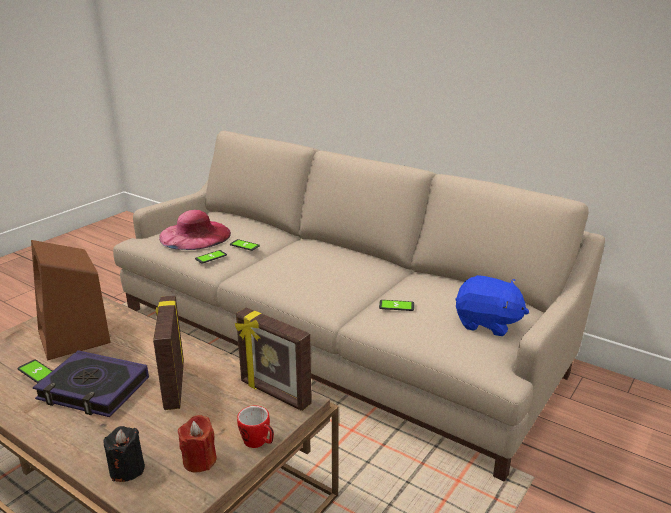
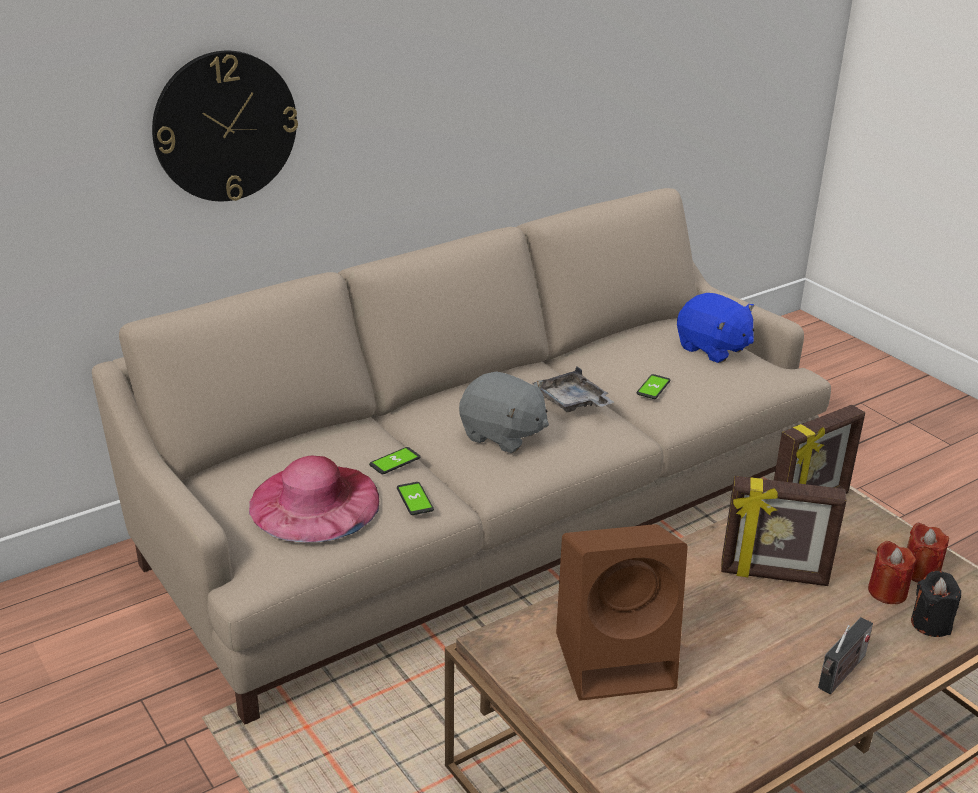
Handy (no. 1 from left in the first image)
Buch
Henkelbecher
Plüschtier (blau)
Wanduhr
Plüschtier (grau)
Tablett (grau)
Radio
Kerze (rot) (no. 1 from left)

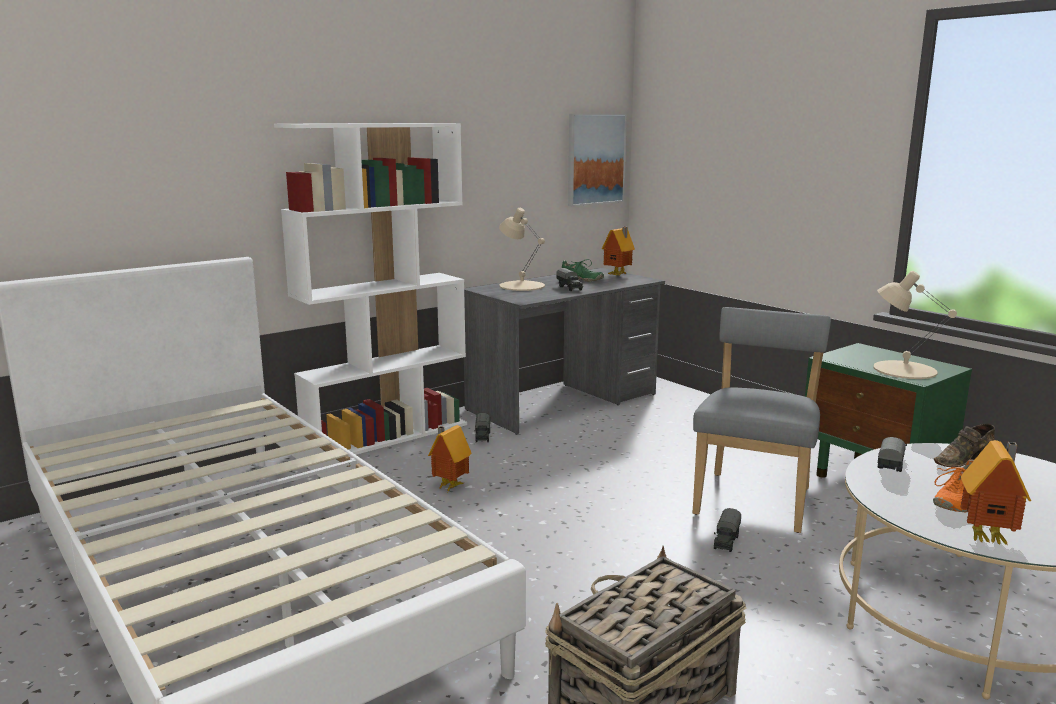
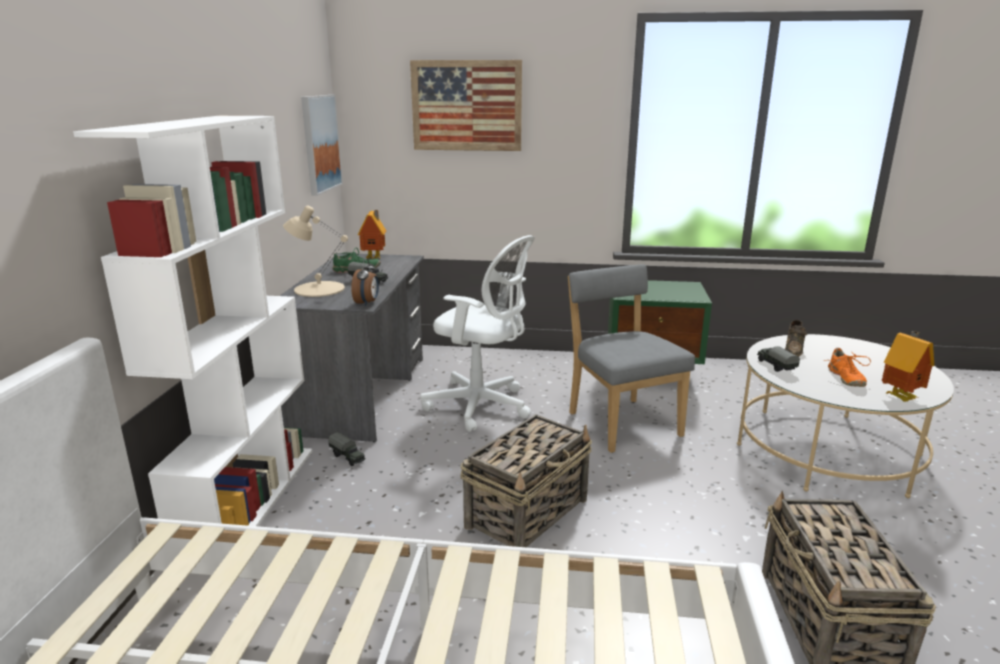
Spielzeughaus (no. 1 from left in the first image)
Spielzeuglaster (no. 3 from left in the first image)
Tischlampe (beige) (no. 2 from left in the first image)
Wecker
Bild (no. 2 from left)
Bürostuhl (weiß)
Korb (no. 1 from left)

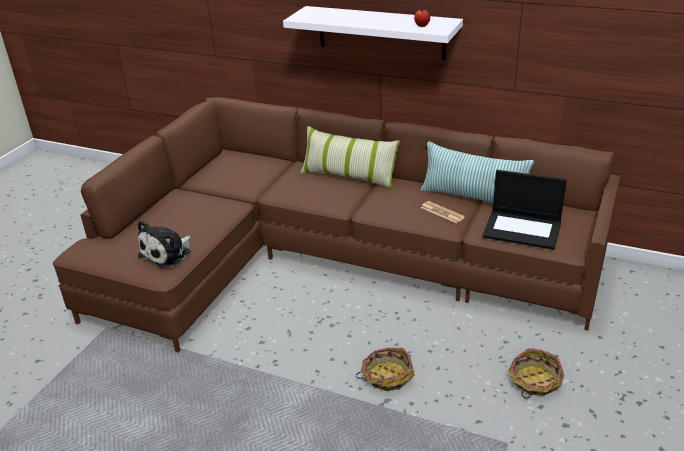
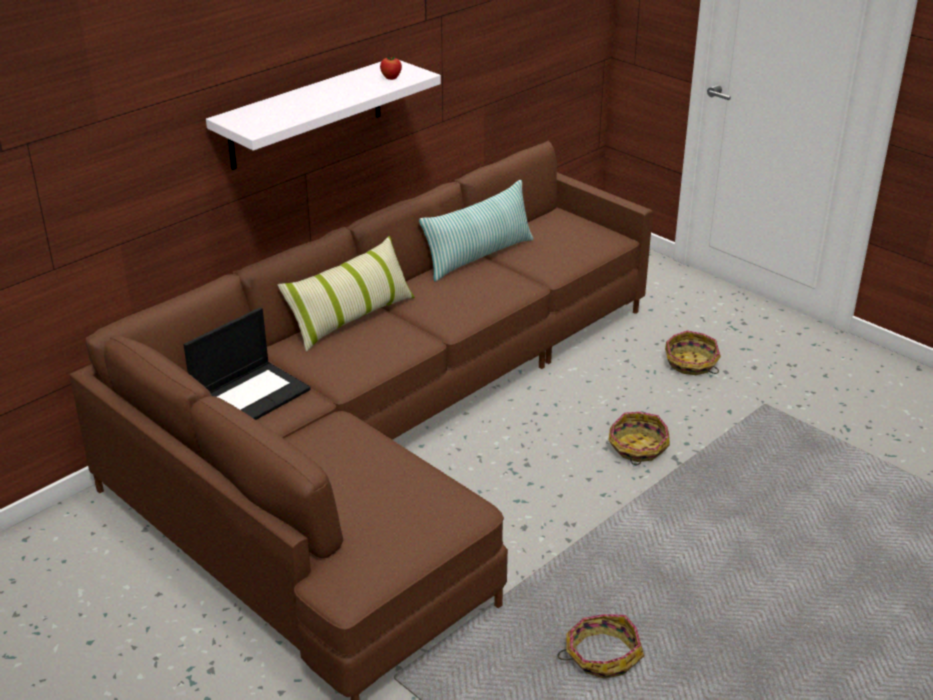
Plüschtier
Zeitung
Laptop
Korb (no. 1 from left)

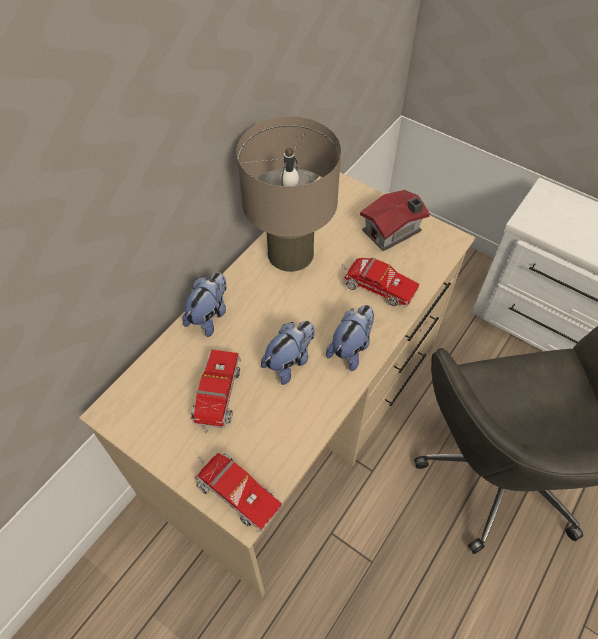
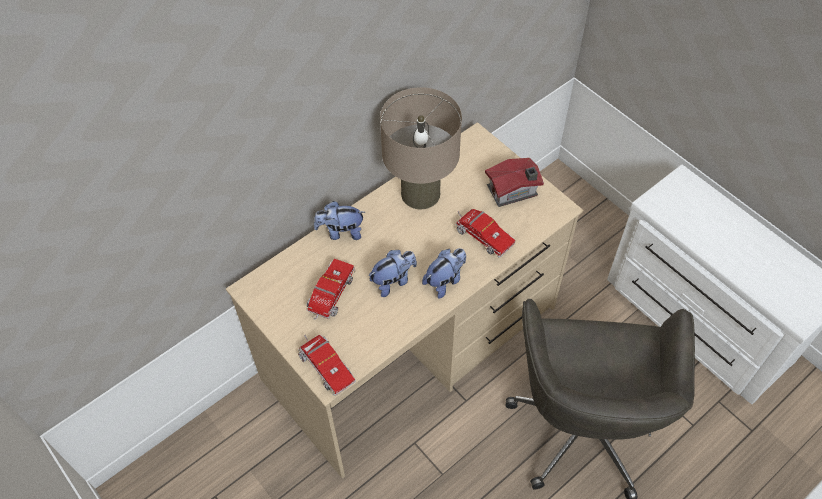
Plüschtier (no. 1 from left)

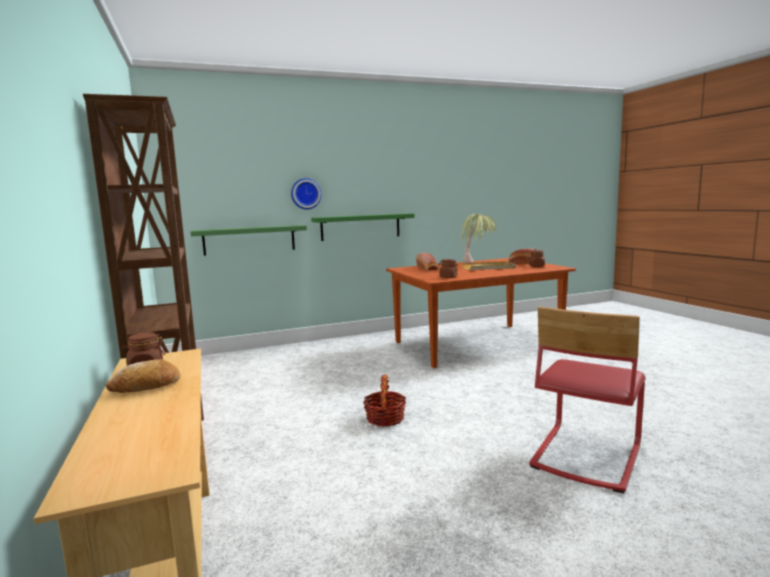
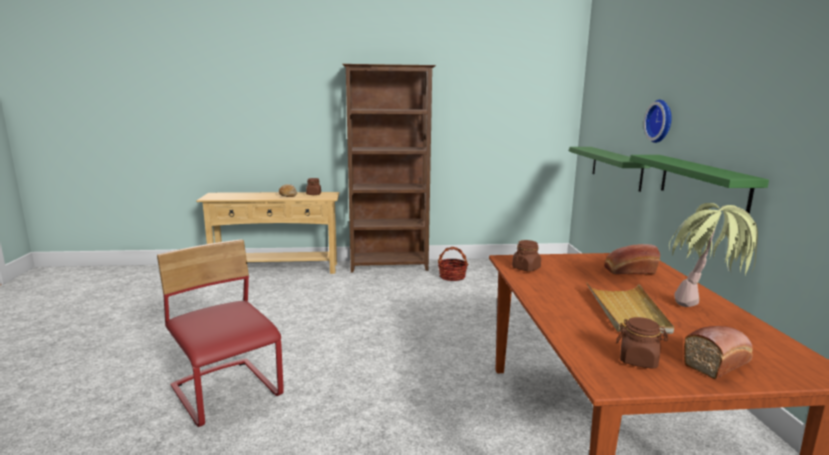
Korb

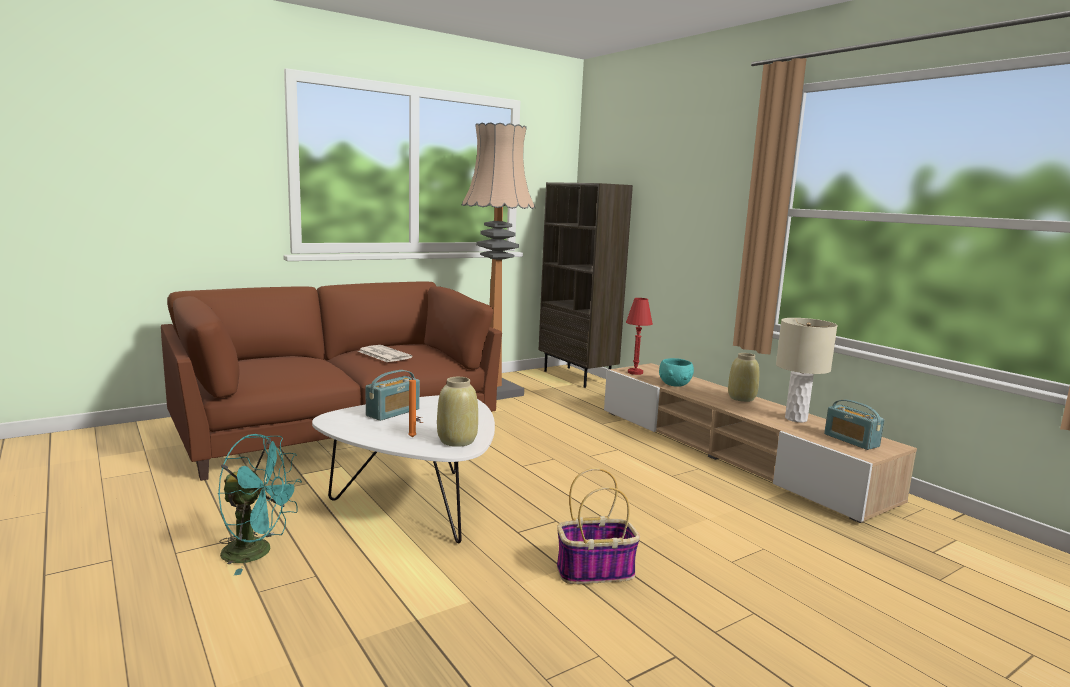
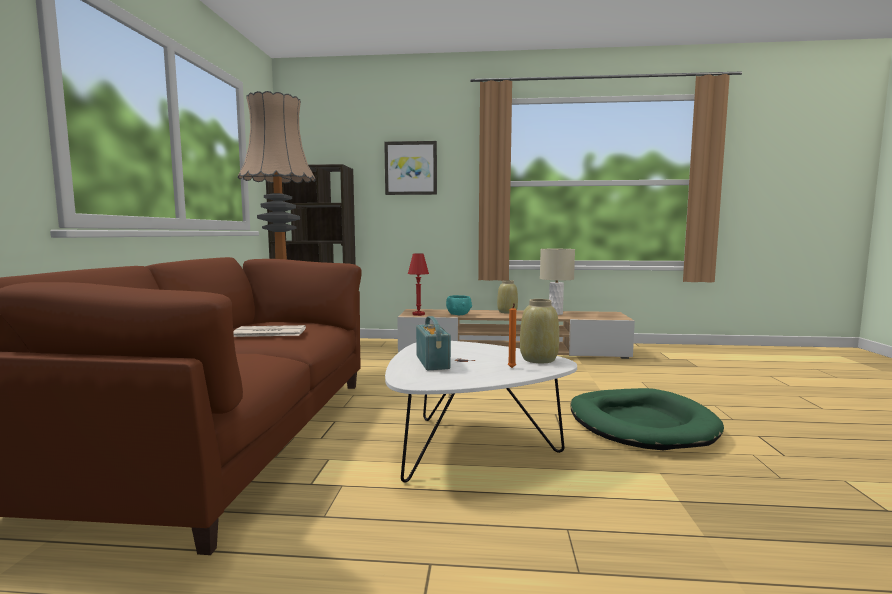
Ventilator (türkis)
Hundebett (grün)
Radio (no. 2 from left in the first image)
Bild

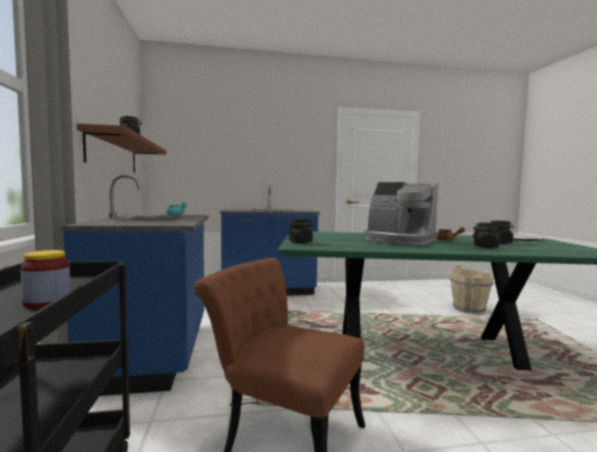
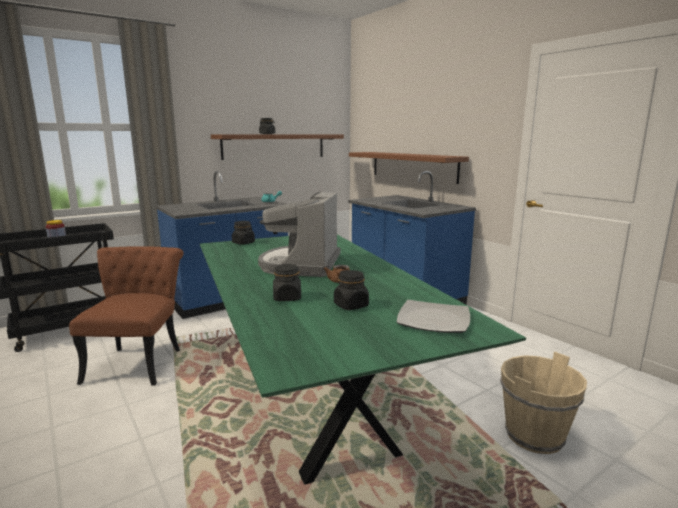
Wandregal (braun) (no. 2 from left)

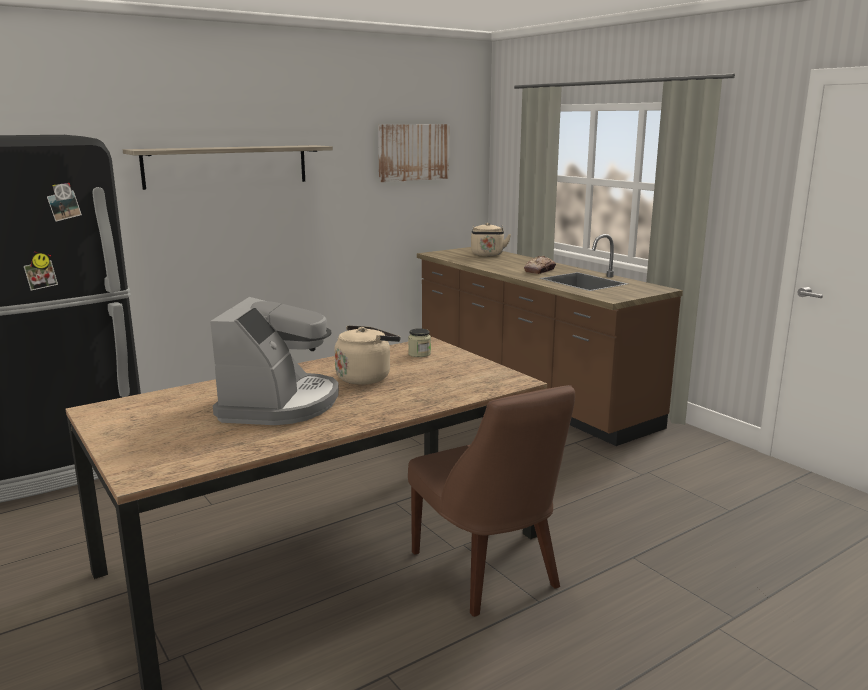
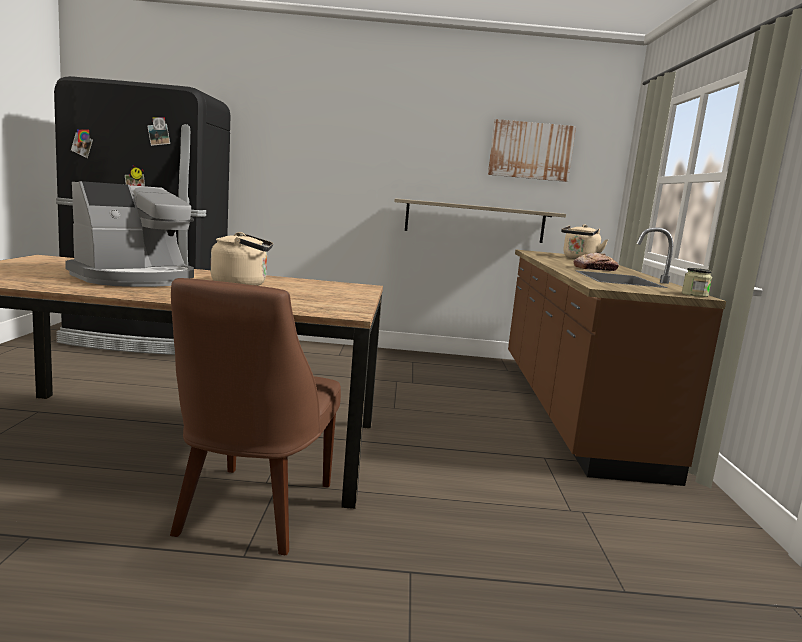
Wandregal
Vorratsglas

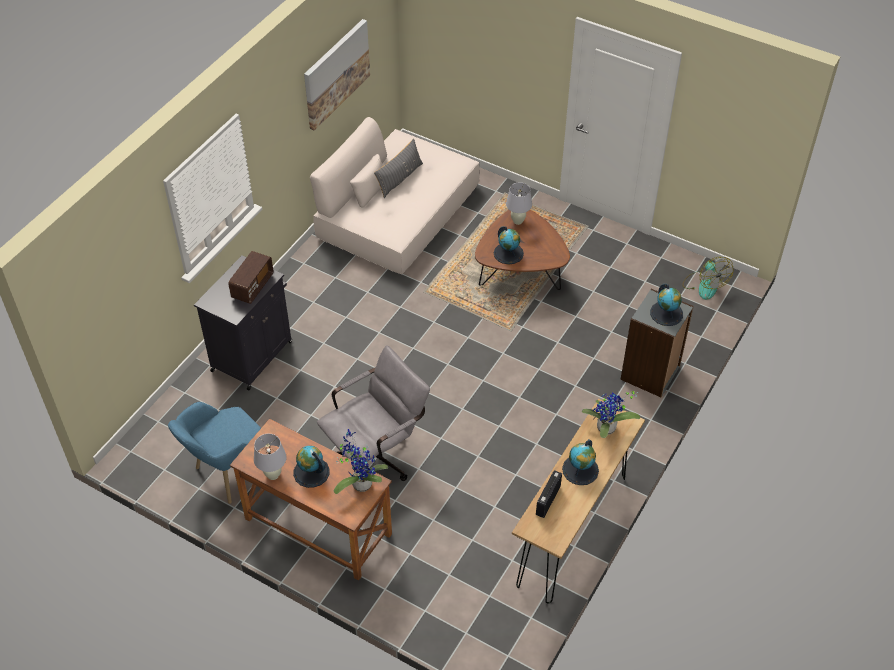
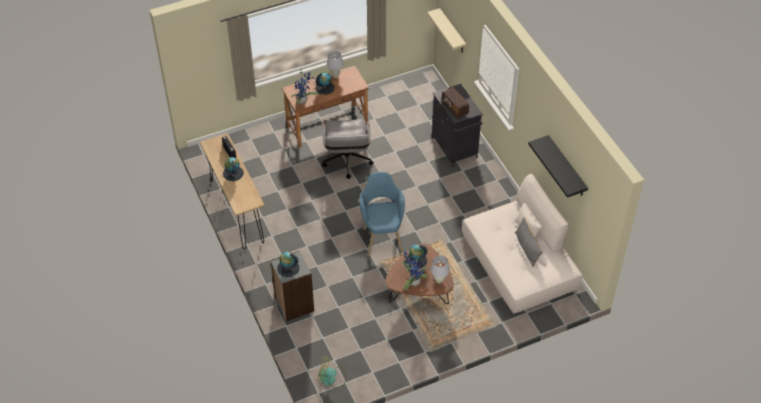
Sessel (blau)
Wandregal (schwarz)
Topfpflanze (no. 2 from left)
Wandregal (beige)

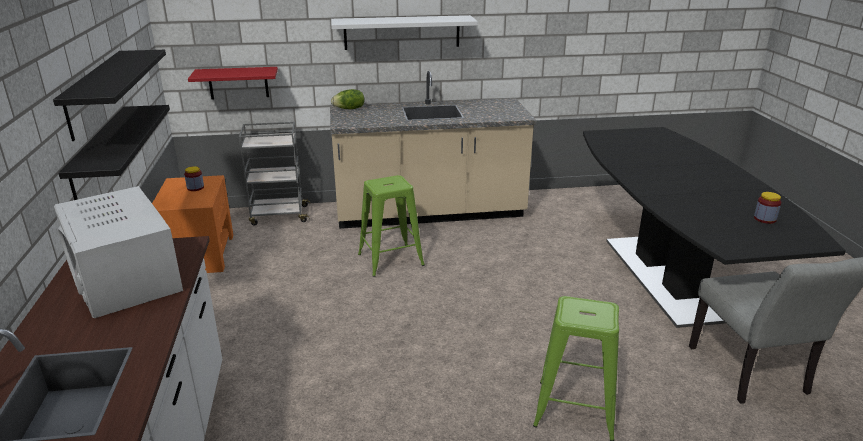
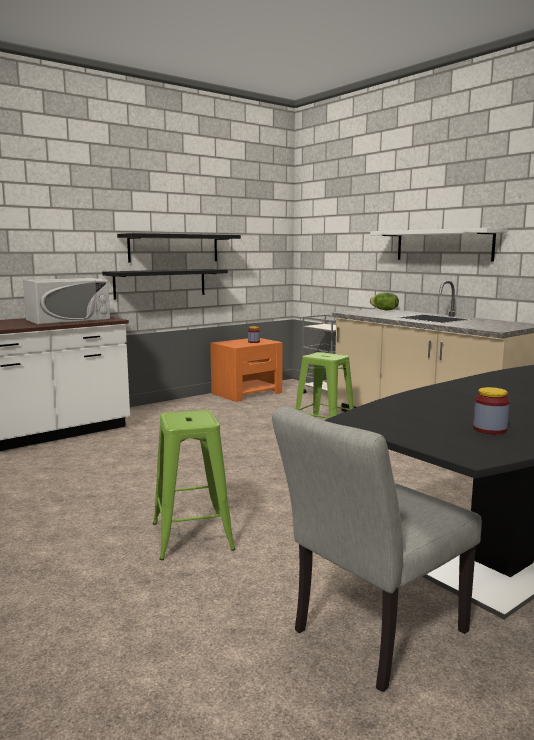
Mikrowelle (weiß)
Wandregal (rot)

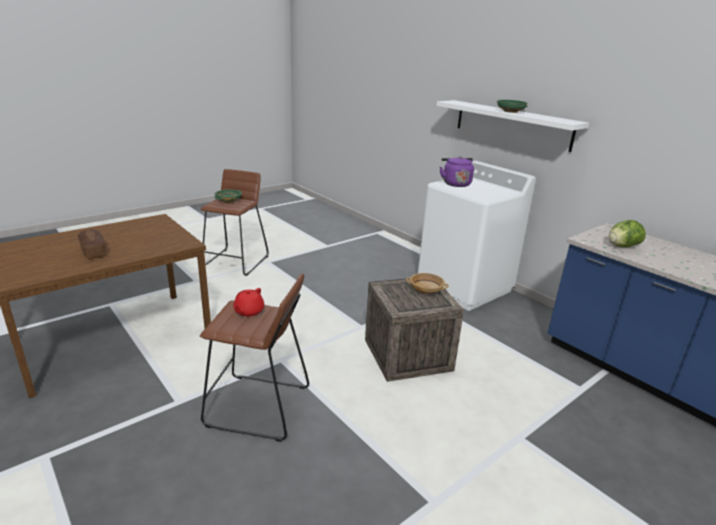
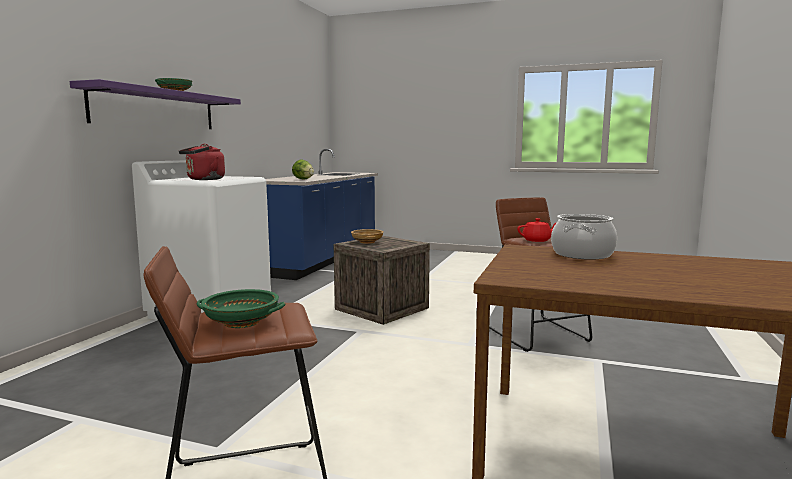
Brot
Wandregal (lila)
Wasserkessel (rot)
Kochtopf

